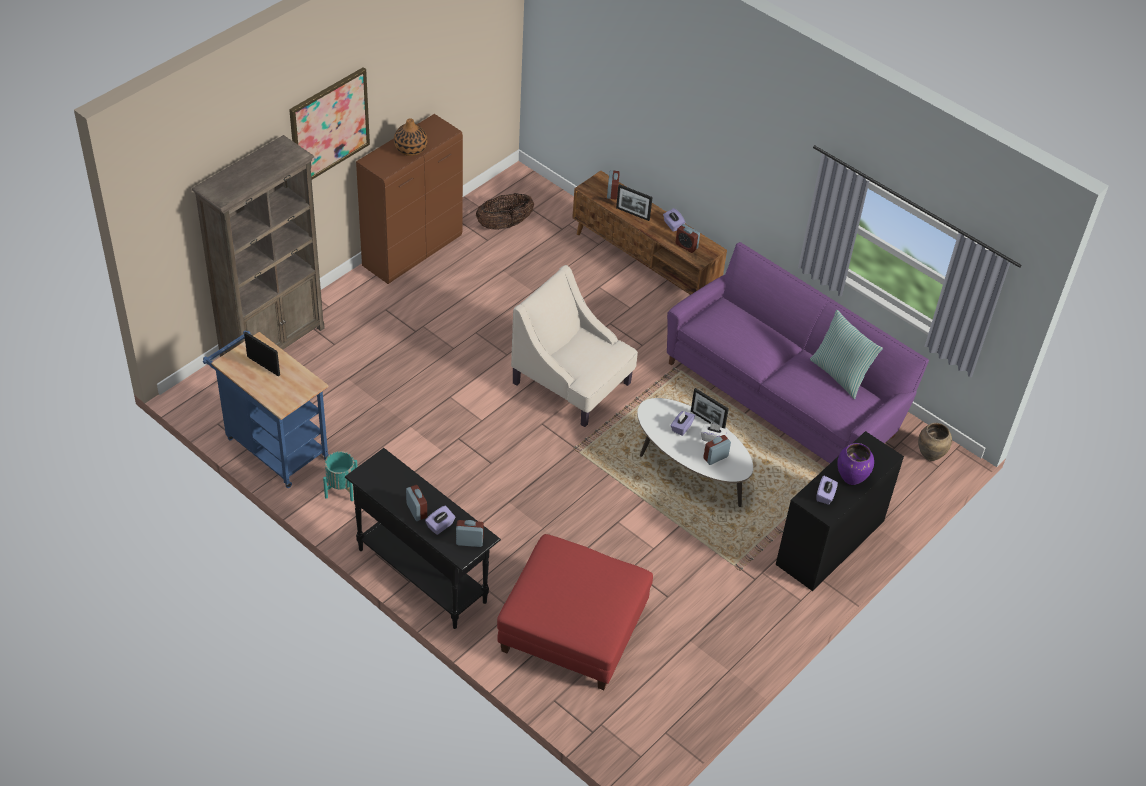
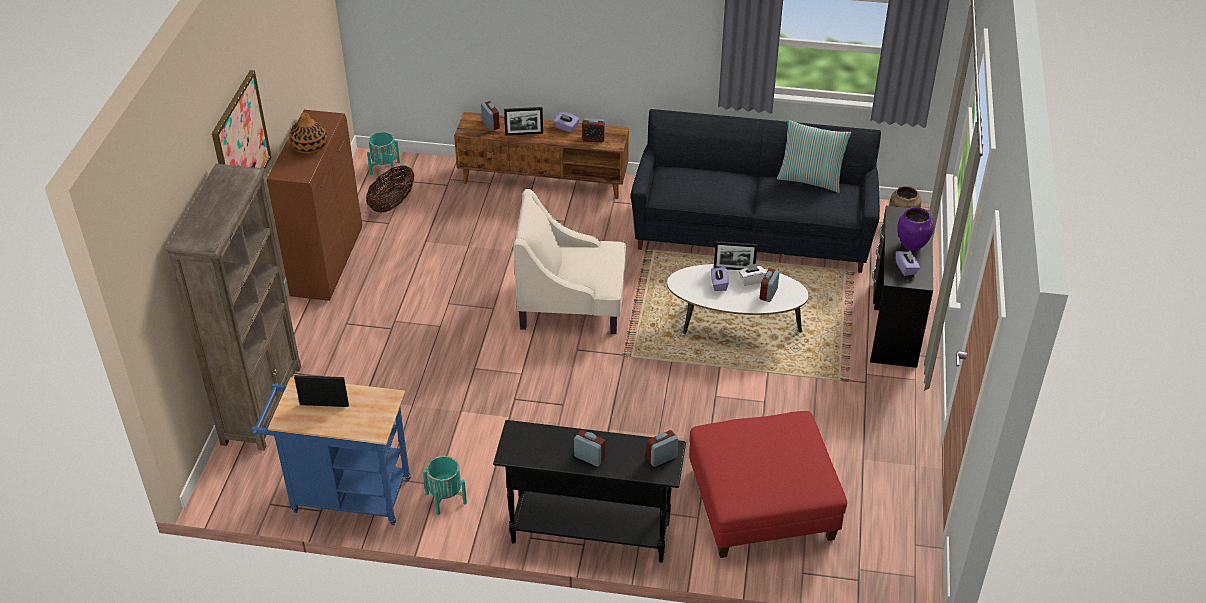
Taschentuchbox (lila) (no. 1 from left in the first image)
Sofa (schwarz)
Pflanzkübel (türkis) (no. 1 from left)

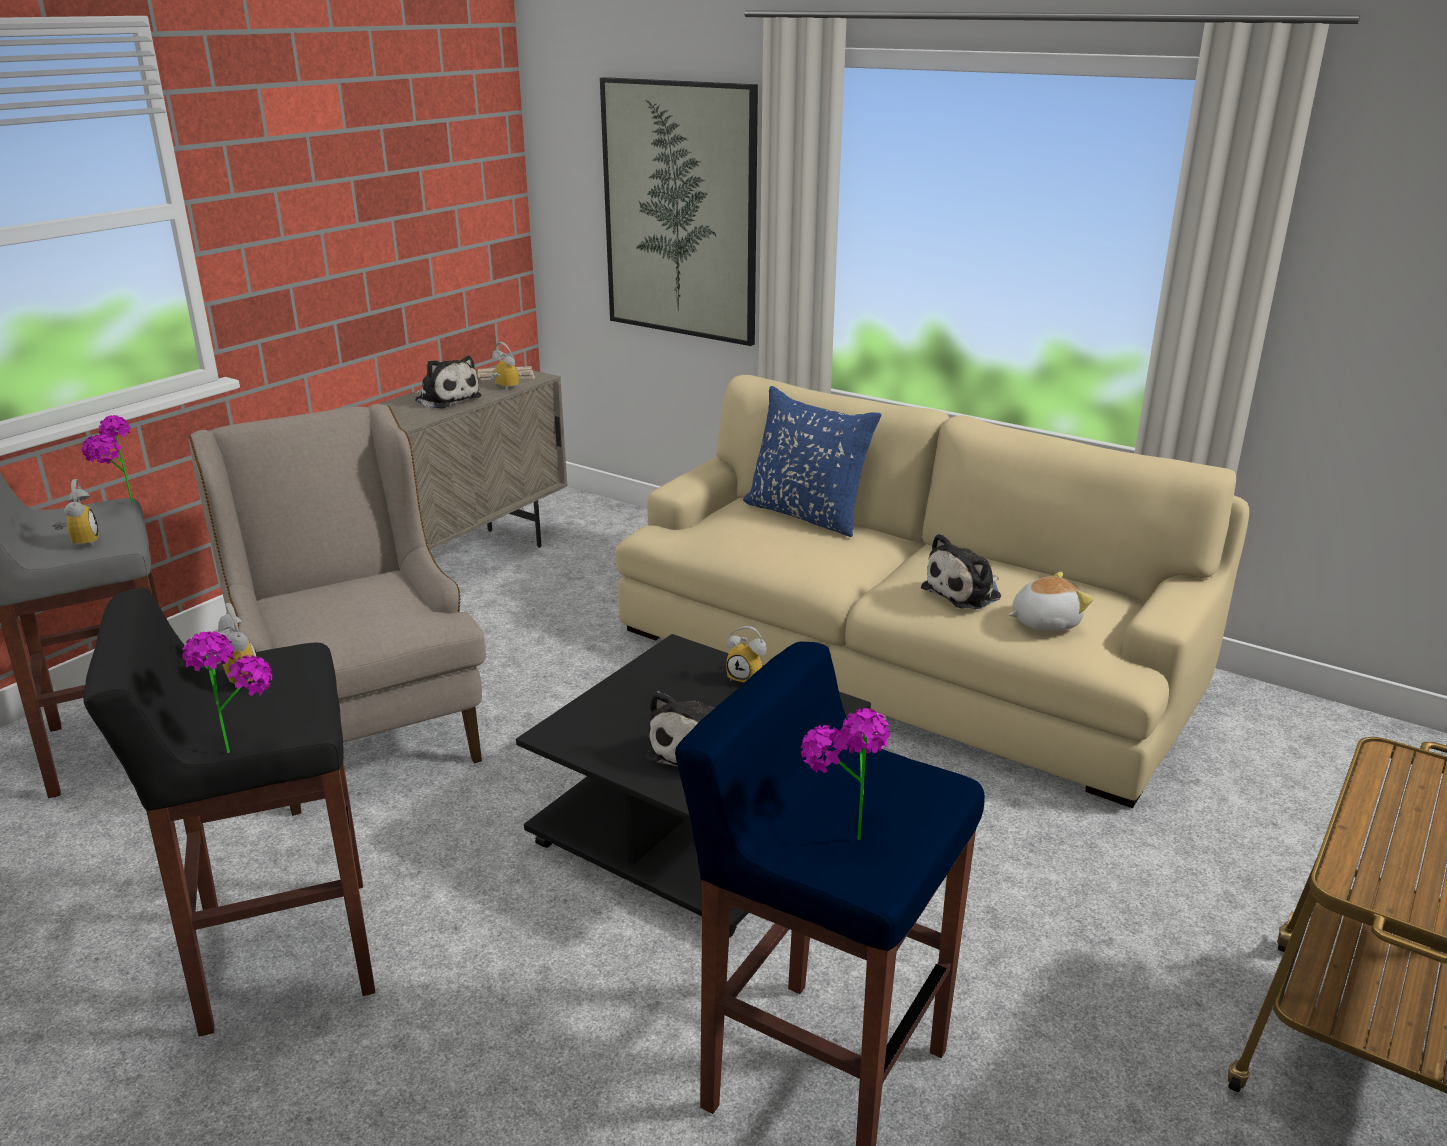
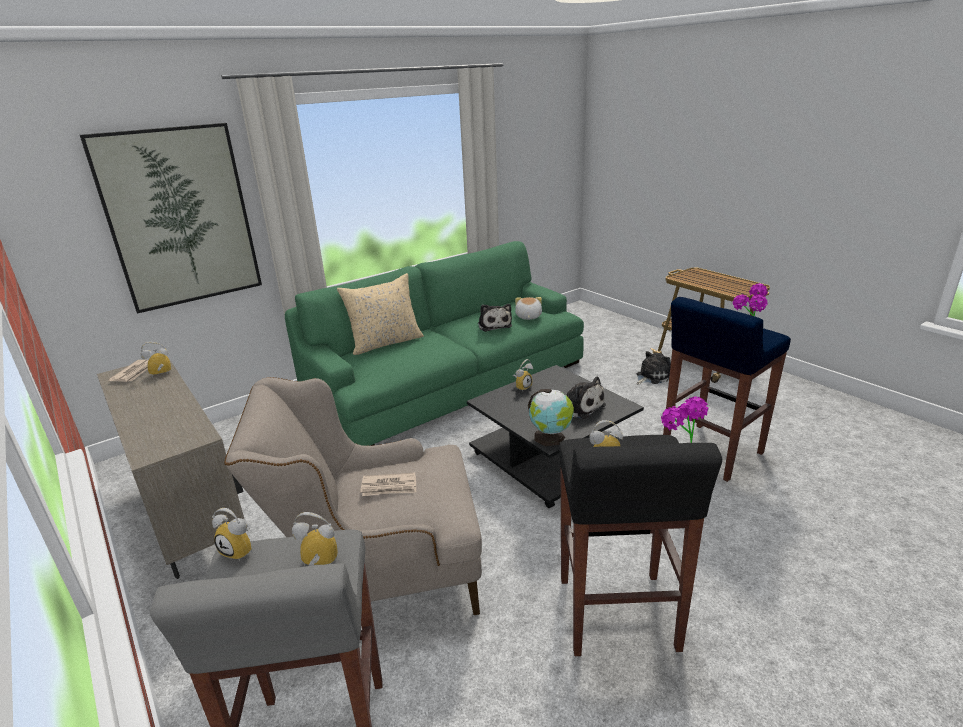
Wecker (no. 2 from left)
Plüschtier (no. 4 from left)
Sofa (grün)
Kissen (beige)
Zeitung (no. 2 from left)
Globus

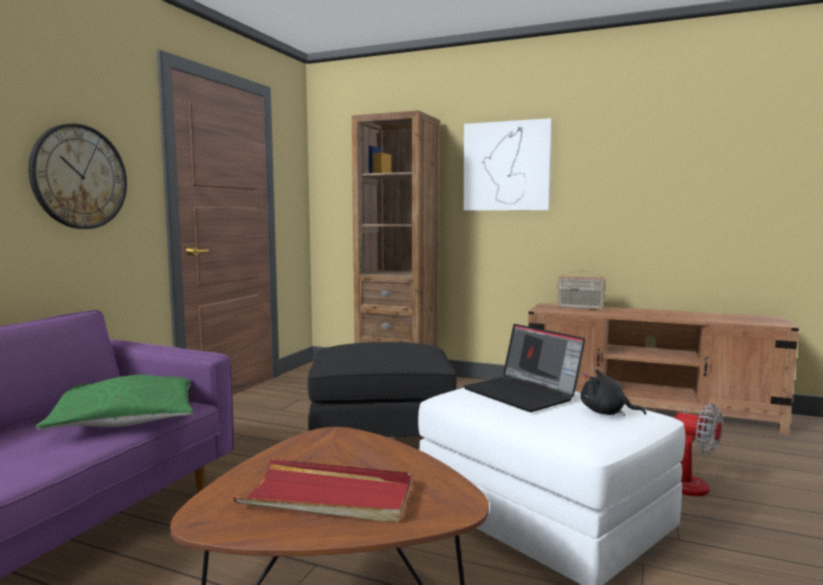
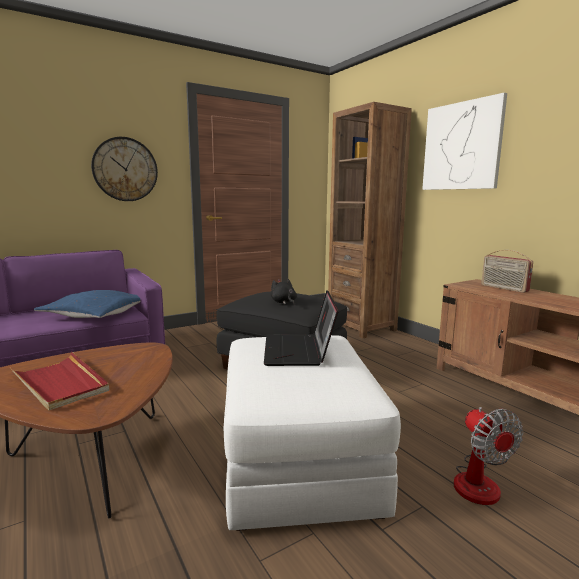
Kissen (blau)
Plüschtier (schwarz)

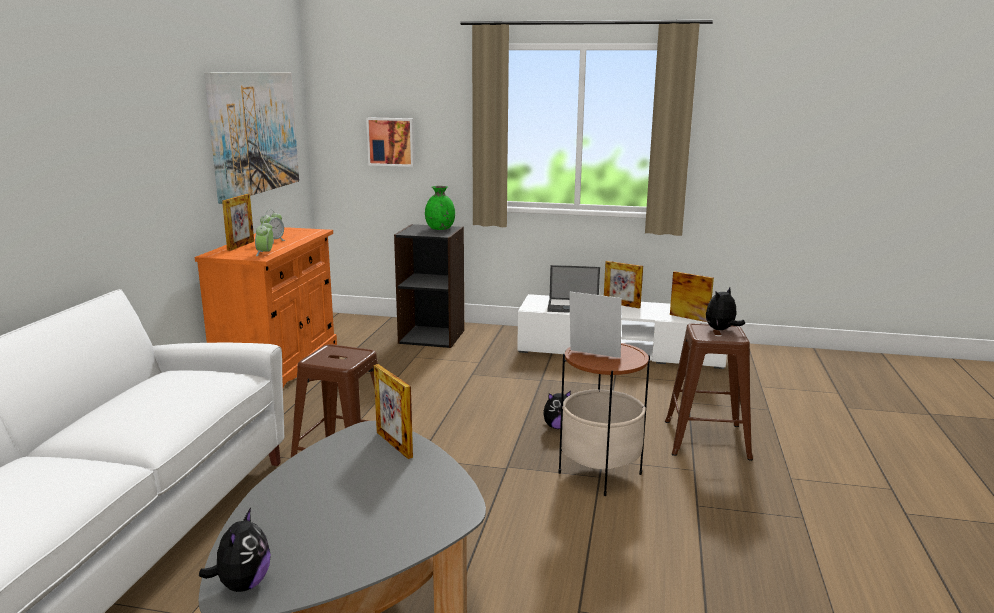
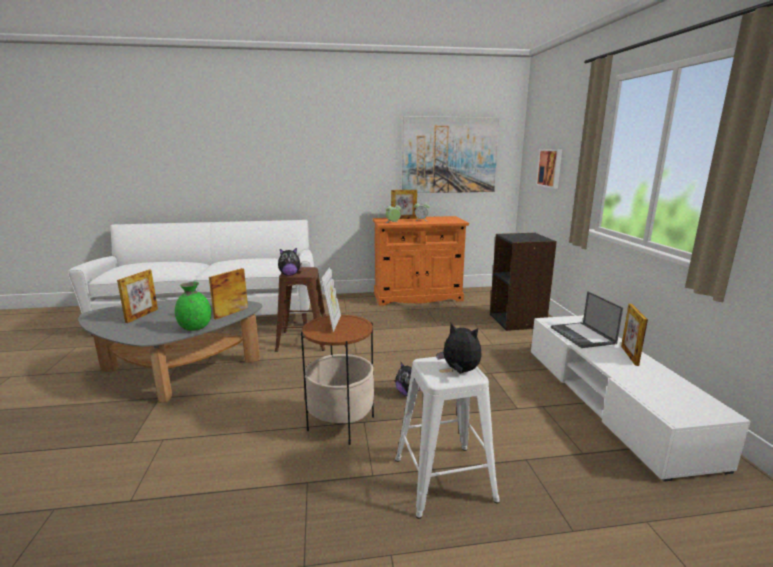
Plüschtier (no. 1 from left)
Vase (grün)
Hocker (weiß)
Bilderrahmen (no. 1 from left)

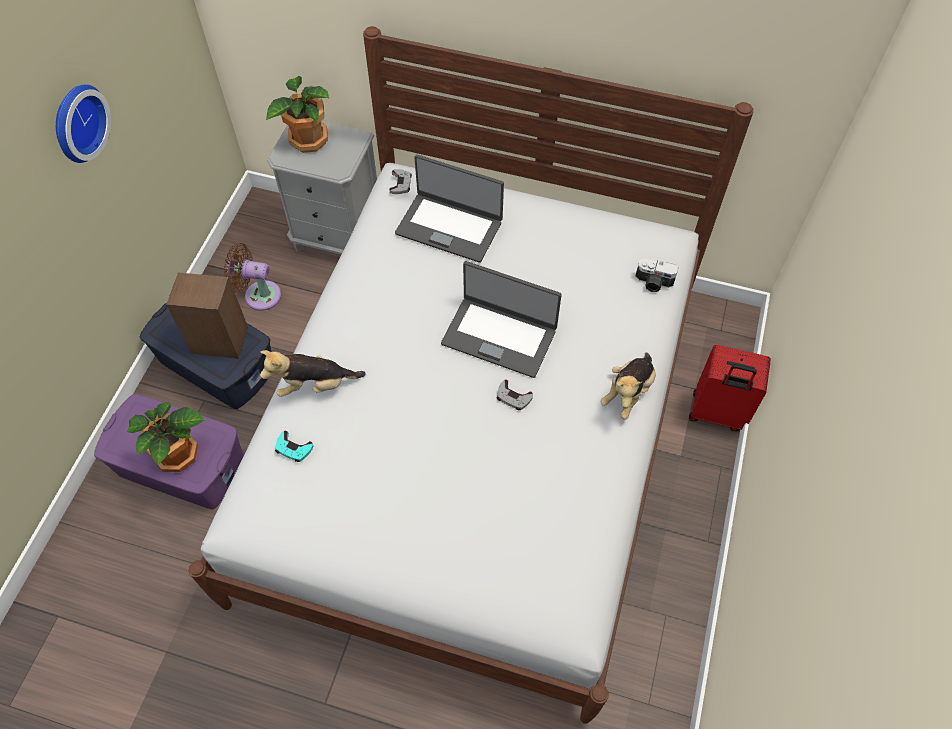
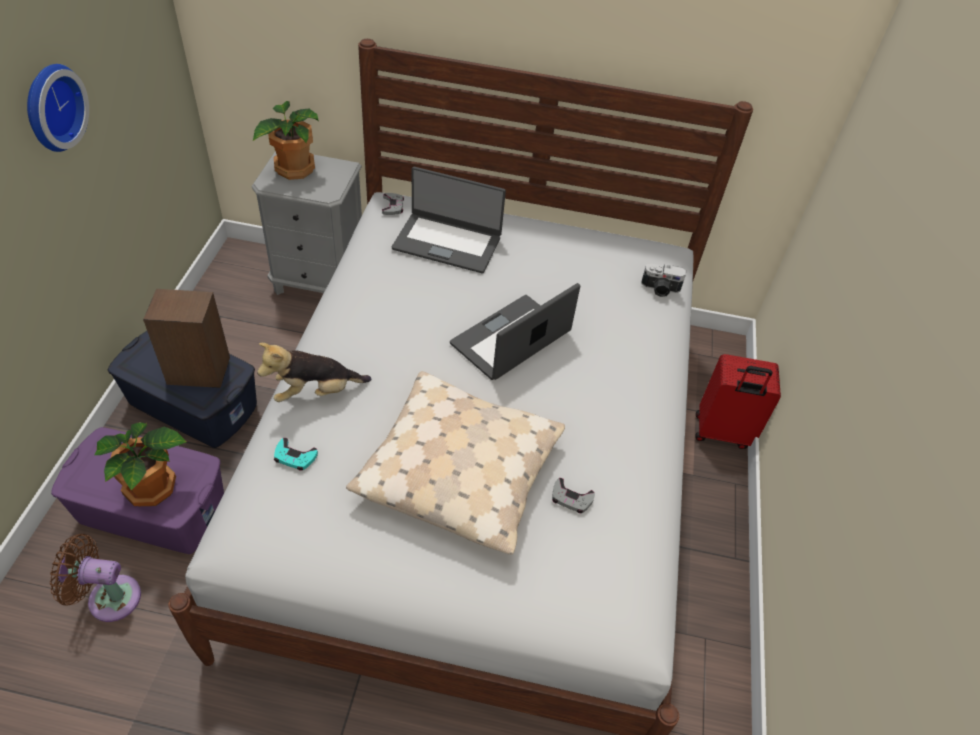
Ventilator (braun)
Laptop (no. 2 from left)
Gamepad (grau) (no. 2 from left)
Plüschtier (no. 2 from left in the first image)
Kissen (beige)

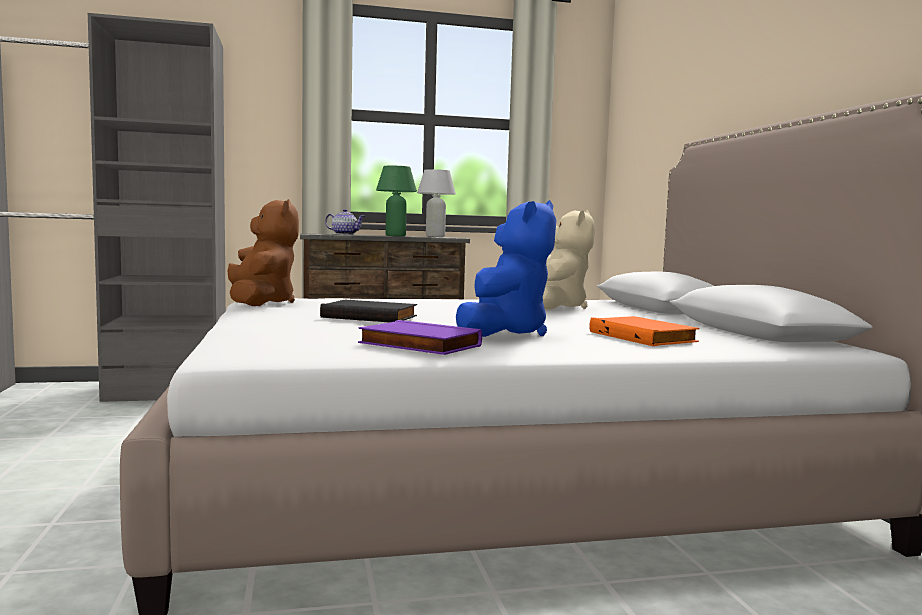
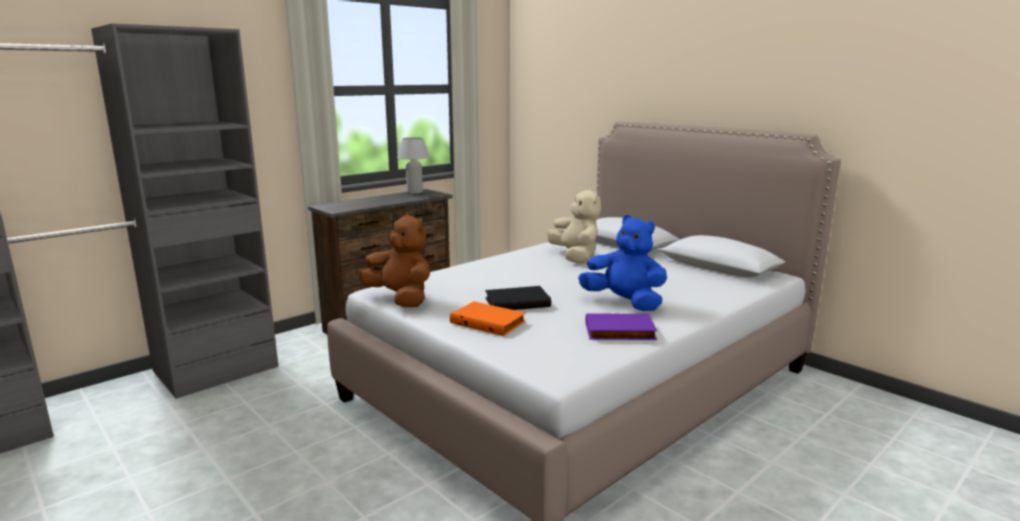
Teekanne
Tischlampe (grün)
Plüschtier (blau)
Buch (orange)

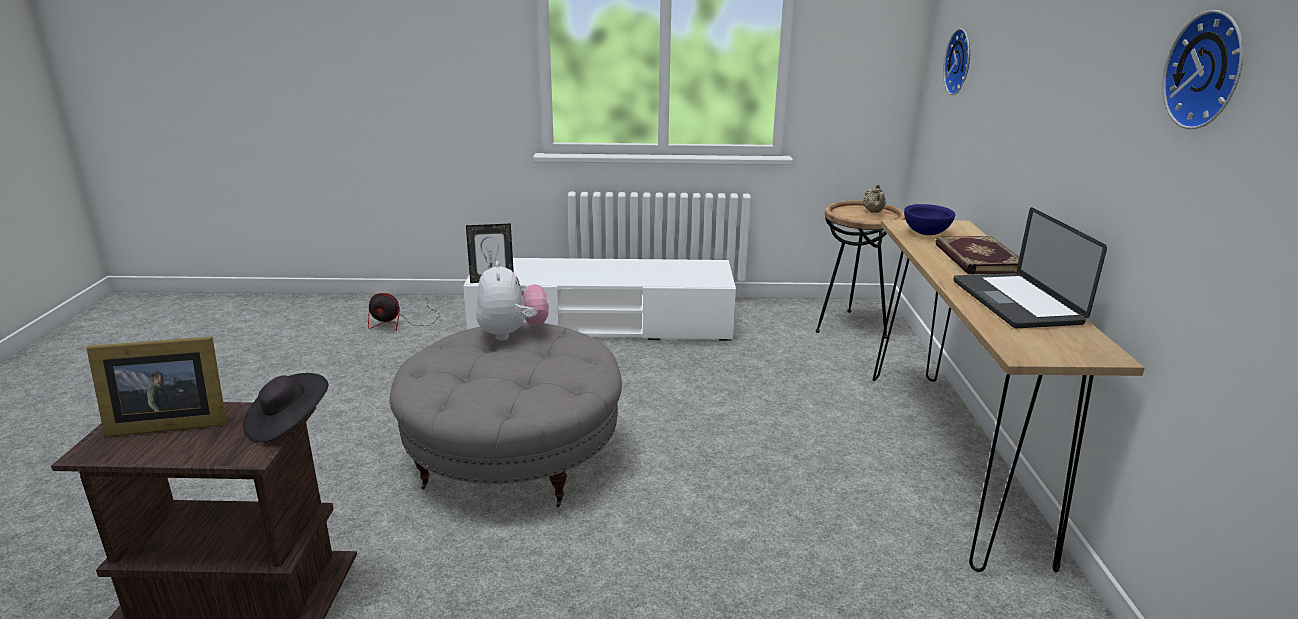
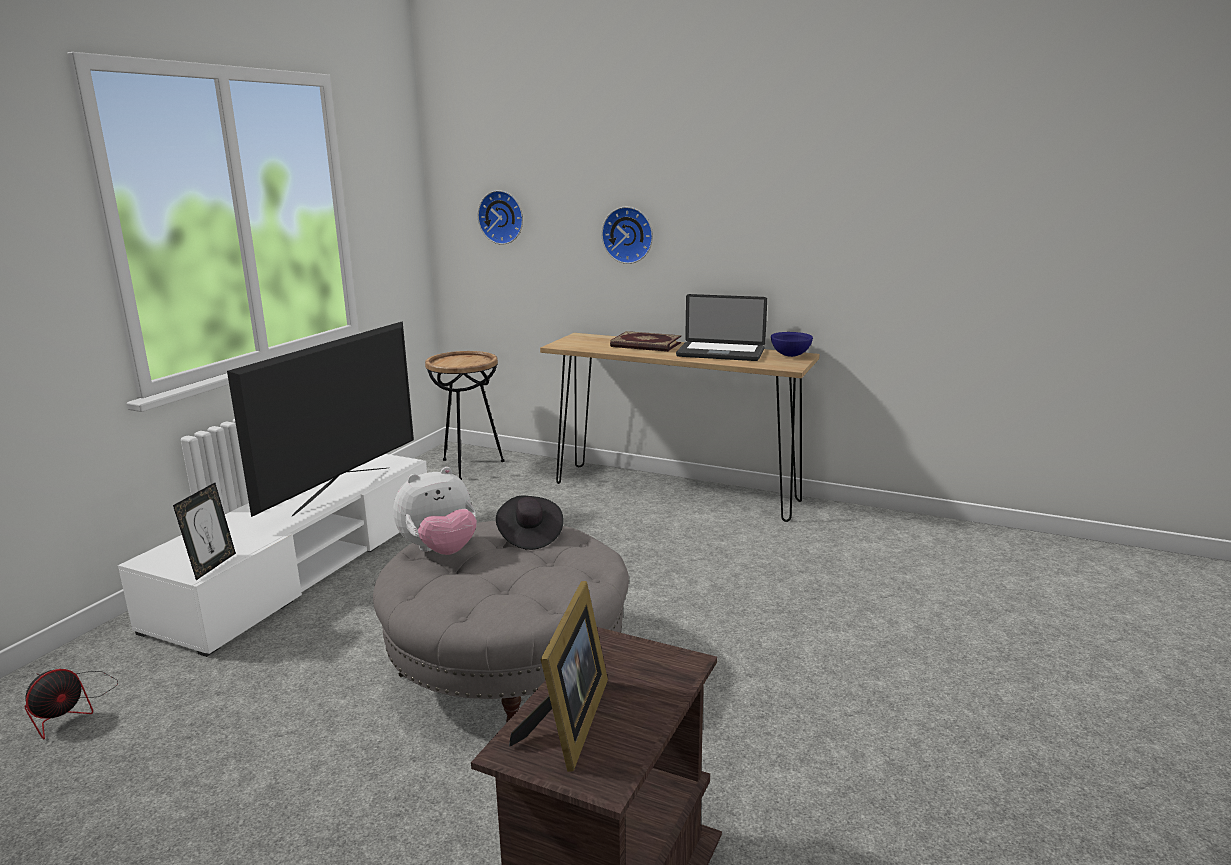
Hut (schwarz)
Plüschtier
Teekanne (beige)
Schüssel (blau)
Wanduhr (no. 2 from left)
Fernseher

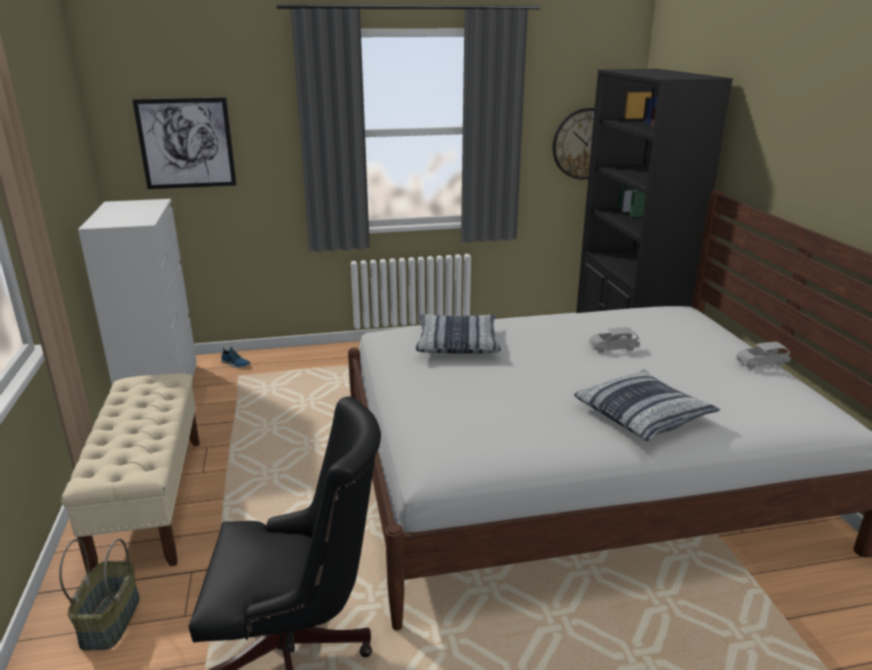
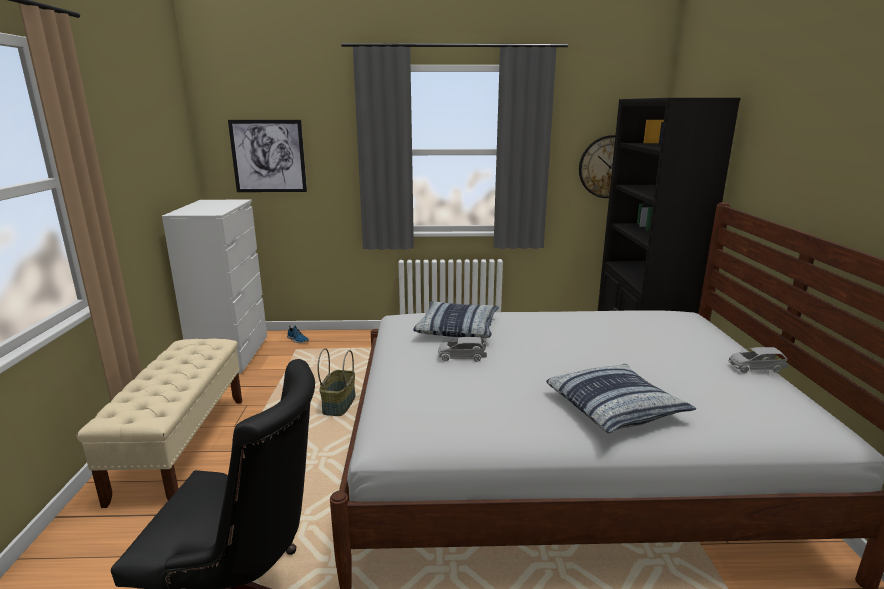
Korb
Spielzeugauto (grau) (no. 1 from left)

